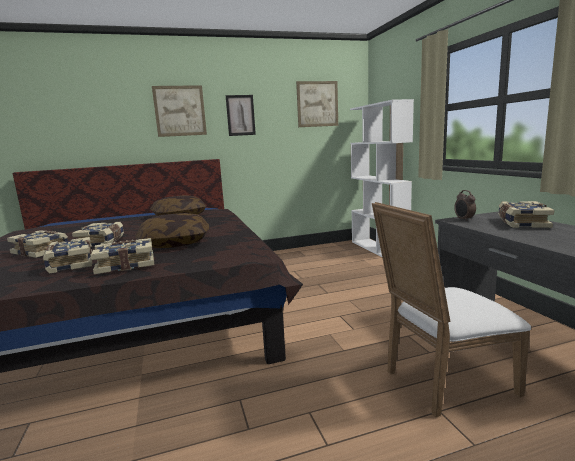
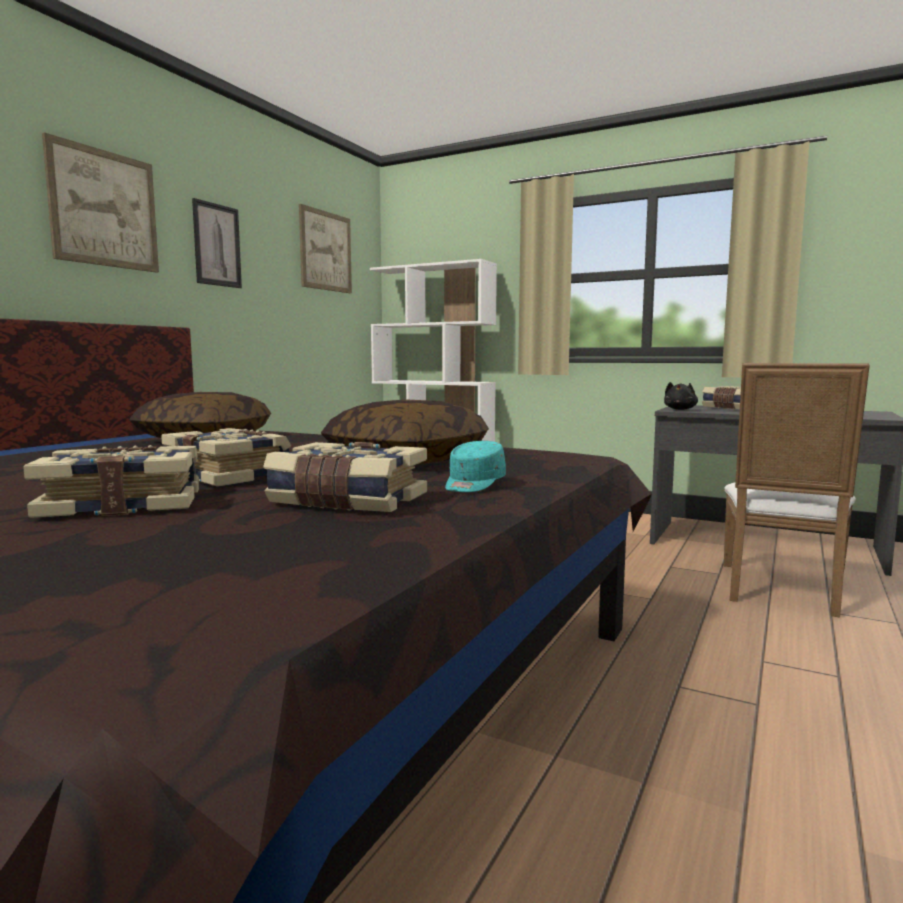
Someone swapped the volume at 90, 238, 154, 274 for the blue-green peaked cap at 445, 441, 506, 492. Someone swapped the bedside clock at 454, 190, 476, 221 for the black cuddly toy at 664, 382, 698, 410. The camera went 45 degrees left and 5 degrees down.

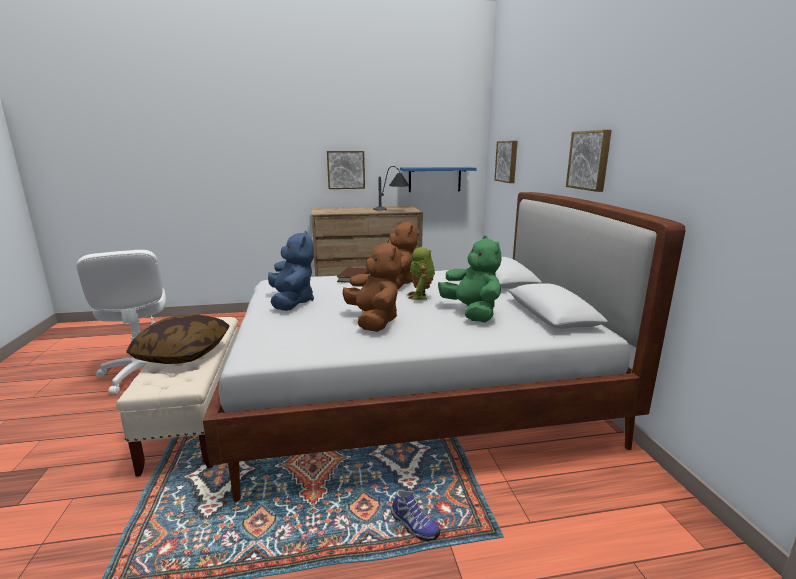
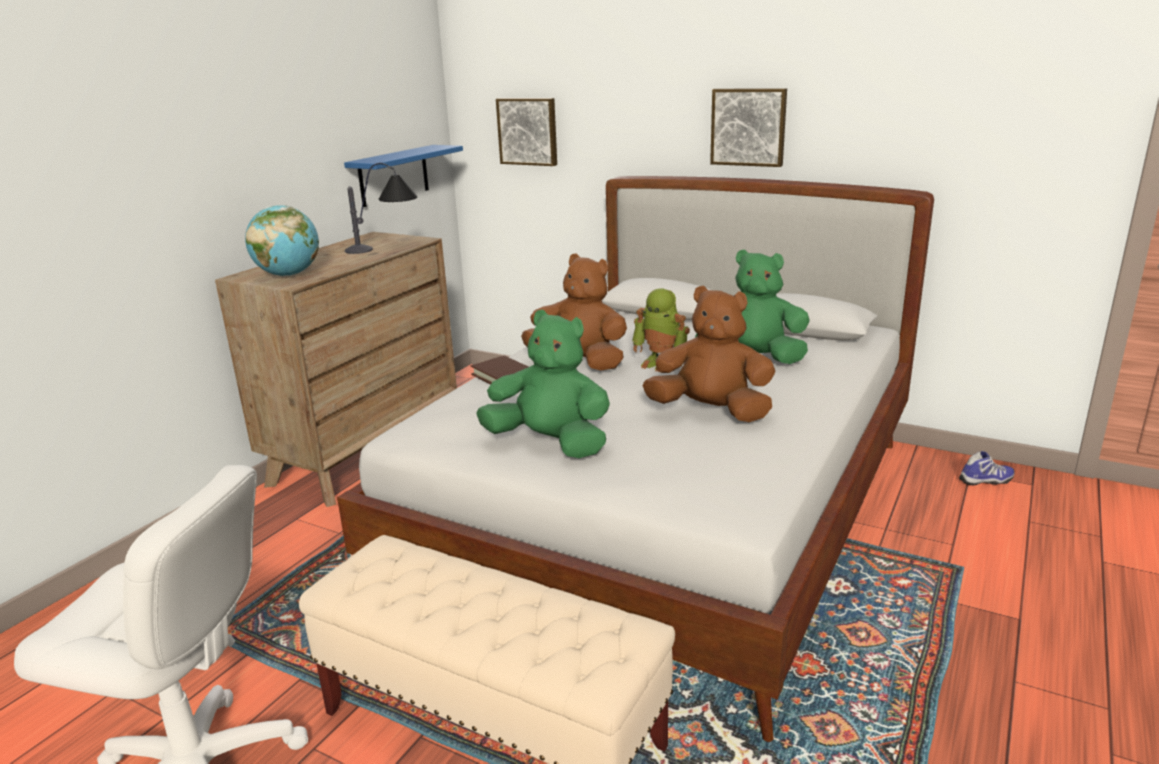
Someone put down the world globe at 245, 205, 319, 276. Someone repainted the bluish cuddly toy at 268, 230, 314, 311, which became the green cuddly toy at 476, 310, 610, 458. Someone carried the shoe from 391, 490, 440, 541 to 959, 451, 1015, 485. Someone took away the pillow at 126, 314, 229, 364. Someone took away the wall picture at 327, 151, 365, 189. The camera went 50 degrees left and 5 degrees up.

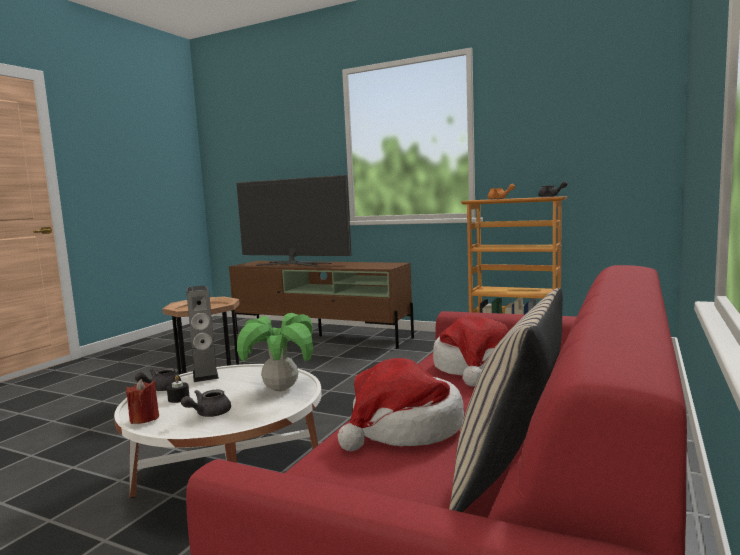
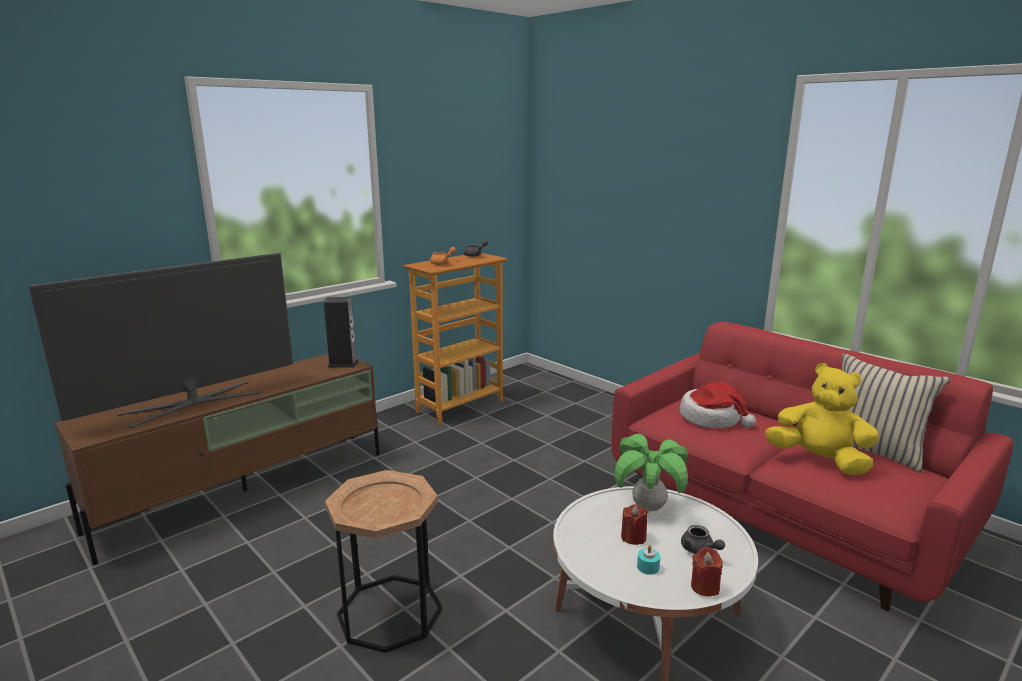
Someone carried the speaker from 186, 286, 219, 382 to 323, 297, 359, 368. Someone put down the red wax light at 621, 504, 648, 545. Someone repainted the black wax light at 167, 375, 190, 403, which became the blue-green wax light at 637, 545, 660, 575. Someone swapped the clothing hat at 338, 358, 464, 451 for the yellow cuddly toy at 765, 363, 879, 475. Someone took away the gray tea pot at 135, 368, 181, 391. The camera went 70 degrees left and 10 degrees up.

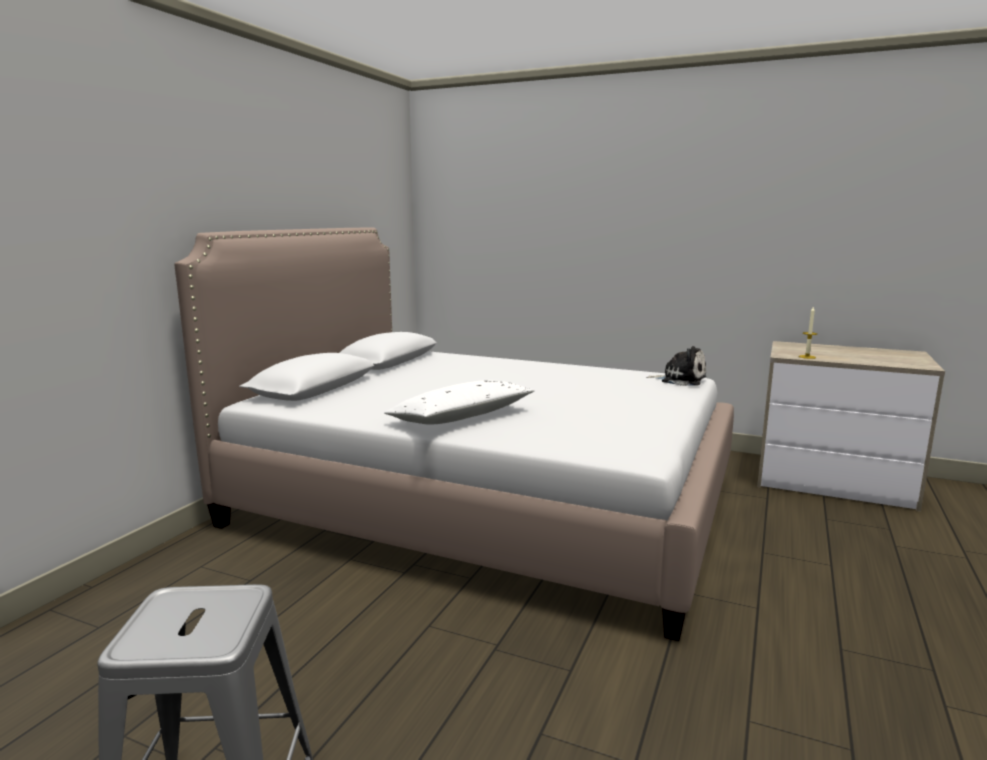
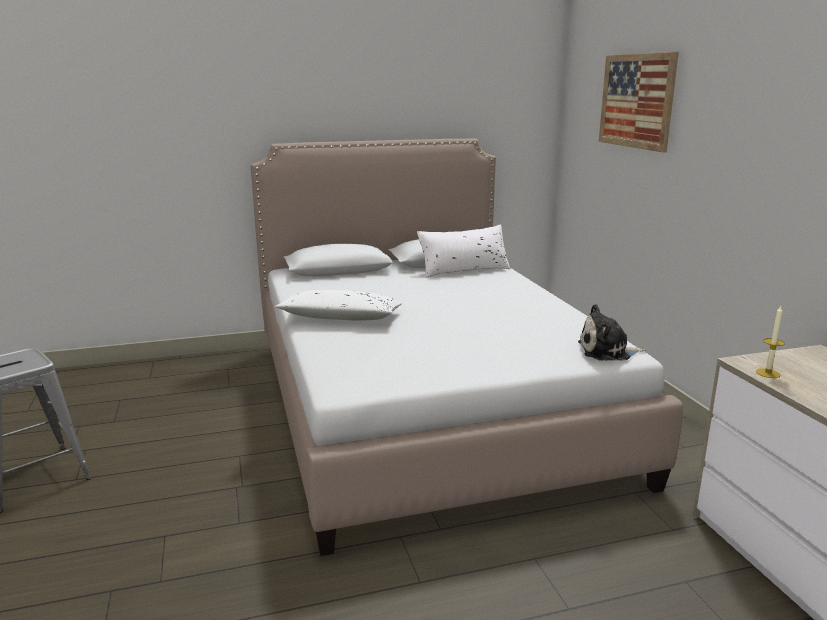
Someone put down the whitish pillow at 417, 225, 511, 278. Someone rotated the cuddly toy at 647, 346, 706, 386 by 105 degrees clockwise. Someone put up the wall picture at 599, 52, 679, 153. The camera went 50 degrees right and 5 degrees up.

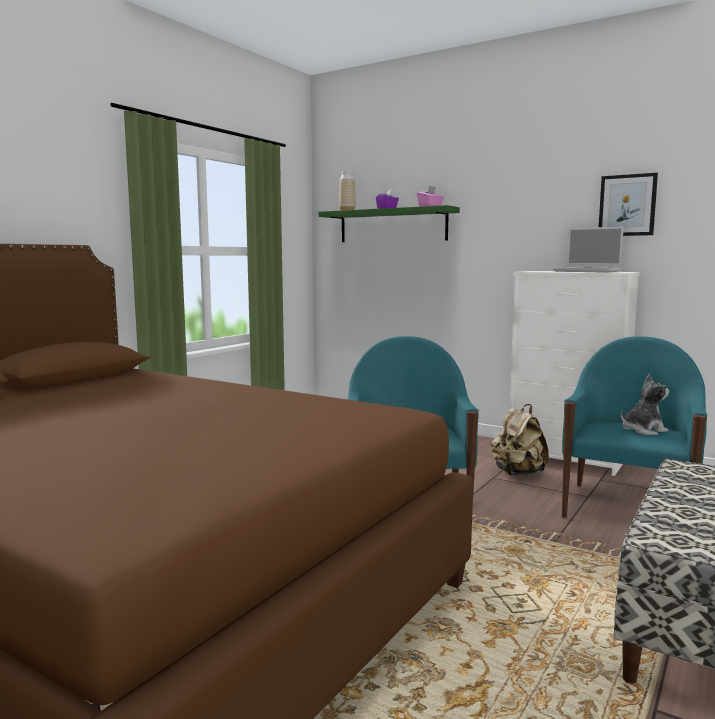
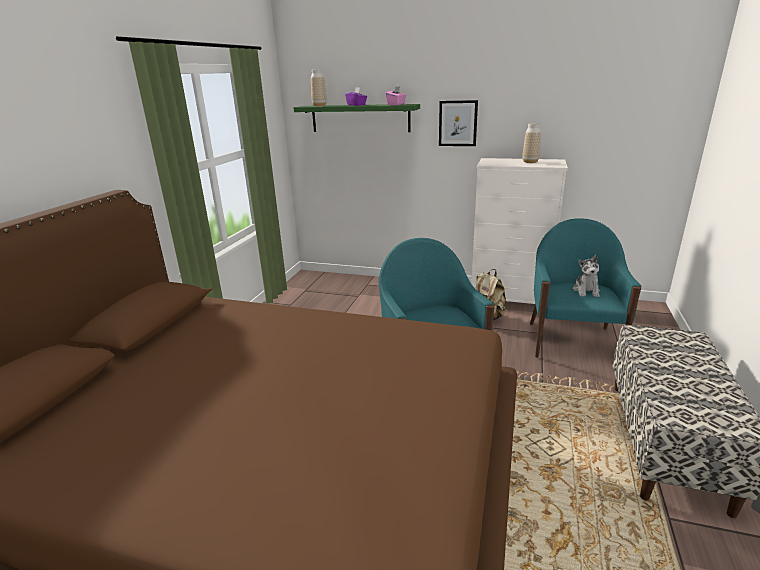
Someone carried the wall picture from 599, 173, 658, 236 to 439, 100, 478, 146. Someone swapped the laptop at 553, 227, 624, 272 for the vase at 522, 123, 541, 163. Someone rotated the cuddly toy at 621, 374, 669, 435 by 135 degrees clockwise. The camera went 15 degrees left and 15 degrees up.

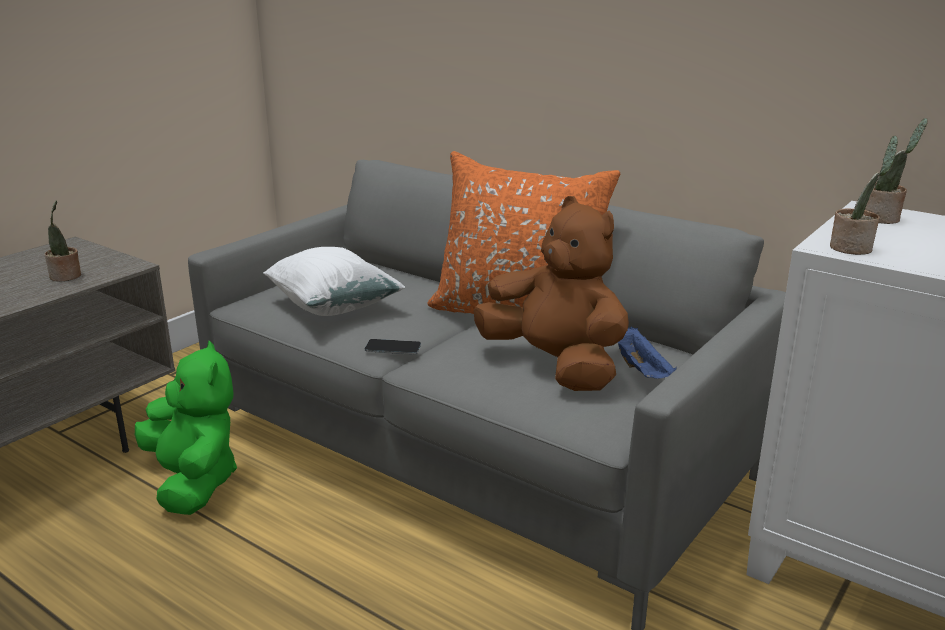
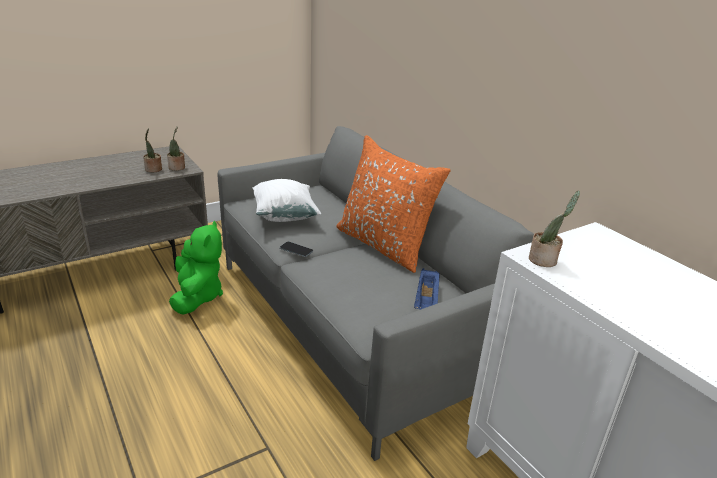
Someone carried the houseplant from 865, 118, 928, 224 to 167, 127, 185, 171. Someone took away the brown-coloured cuddly toy at 474, 196, 629, 391. The camera went 20 degrees right and 5 degrees up.

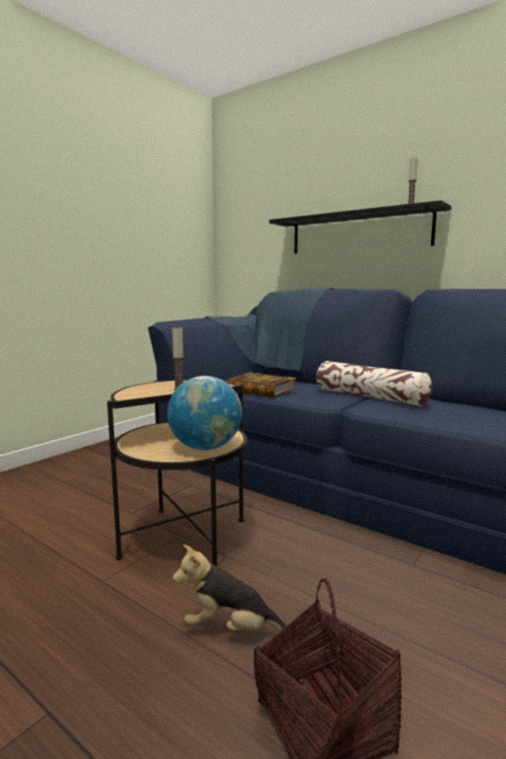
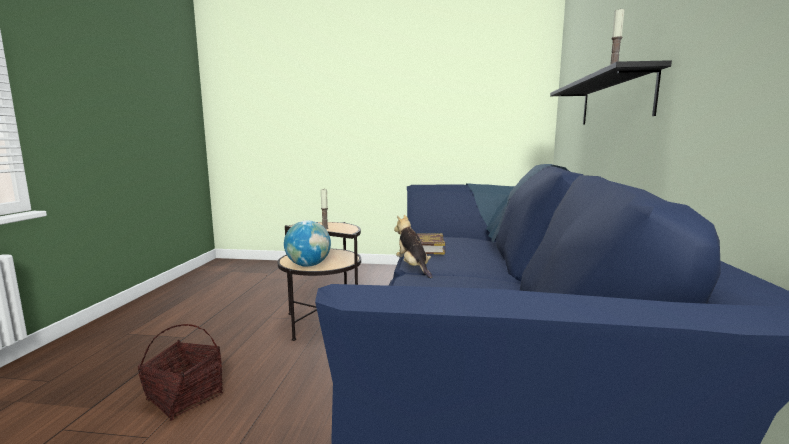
Someone carried the cuddly toy from 173, 544, 288, 631 to 394, 215, 432, 278. Someone took away the pillow at 316, 361, 433, 406. The camera went 60 degrees right and 0 degrees up.

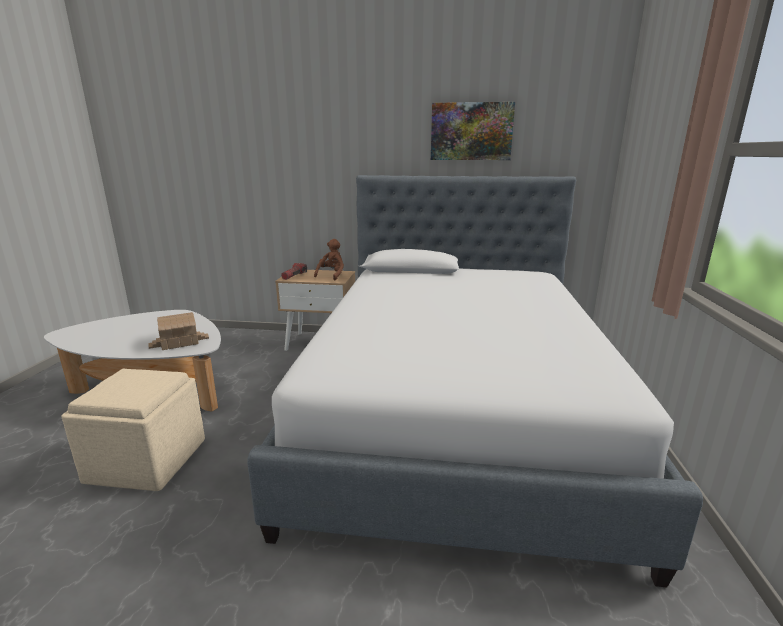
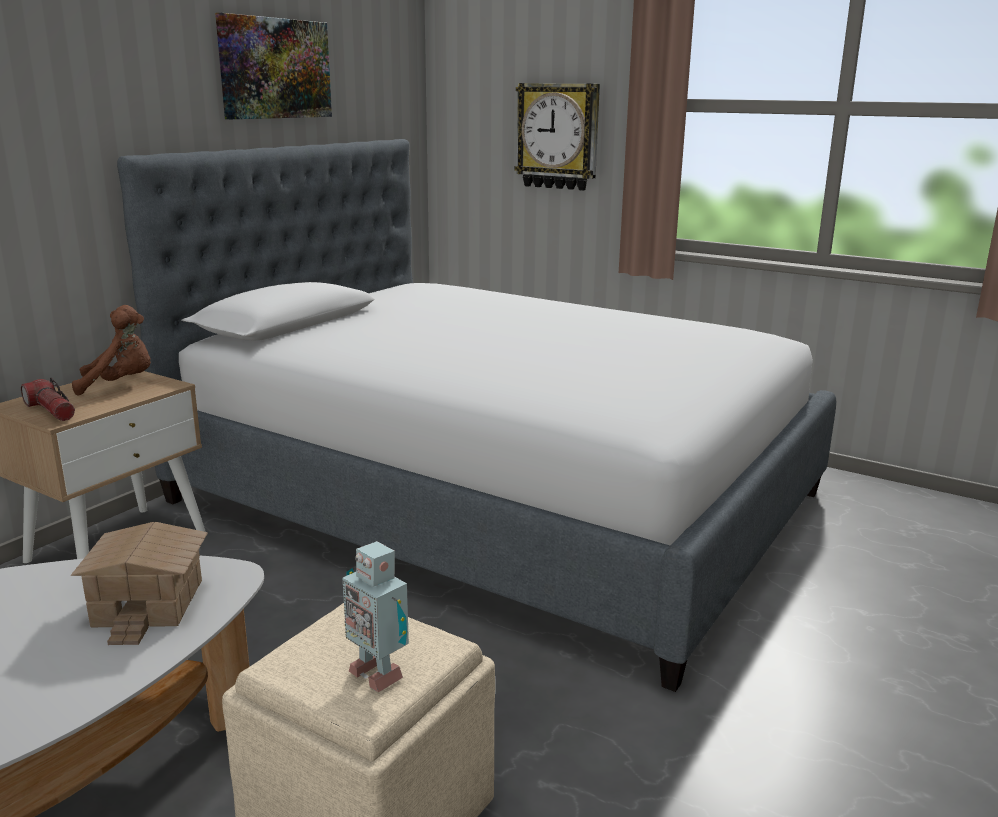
Someone rotated the brown-coloured cuddly toy at 314, 239, 344, 280 by 120 degrees clockwise. Someone put down the model robot at 343, 541, 409, 692. Someone put up the hanging clock at 514, 83, 600, 191. The camera went 65 degrees left and 0 degrees up.

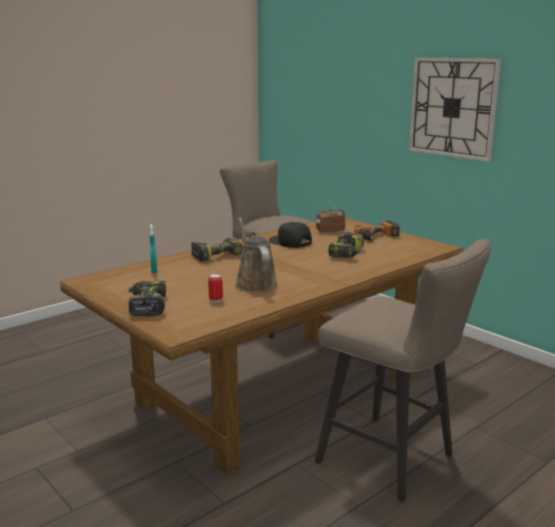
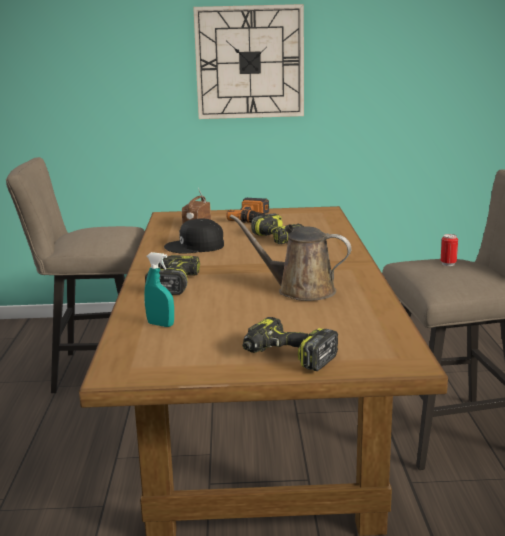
Someone carried the metal can from 208, 274, 223, 302 to 440, 234, 458, 266. The camera went 50 degrees left and 0 degrees up.

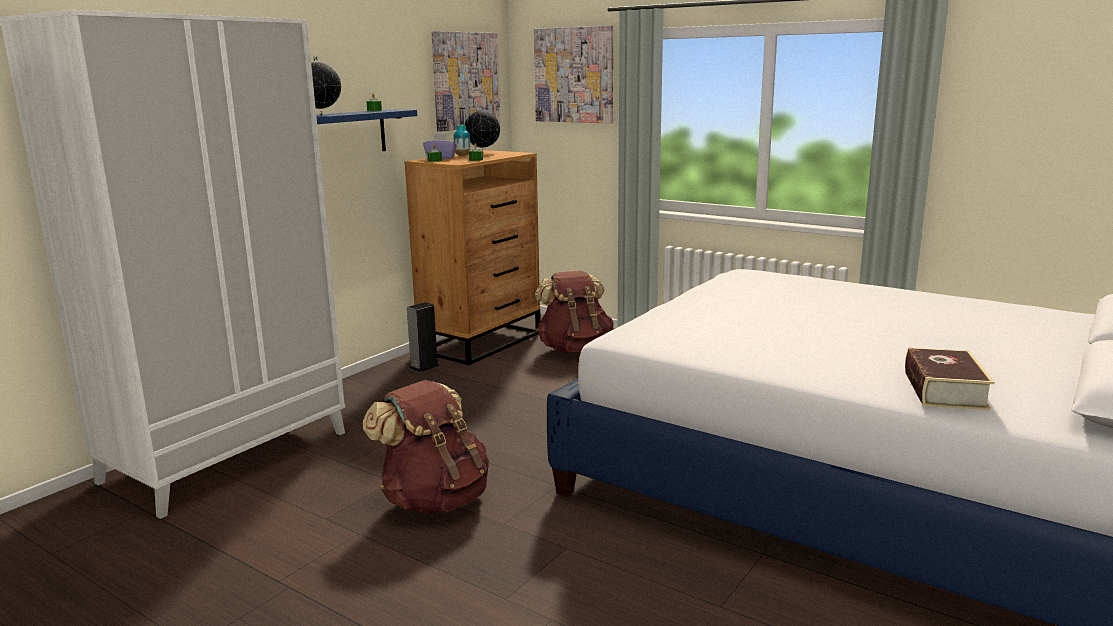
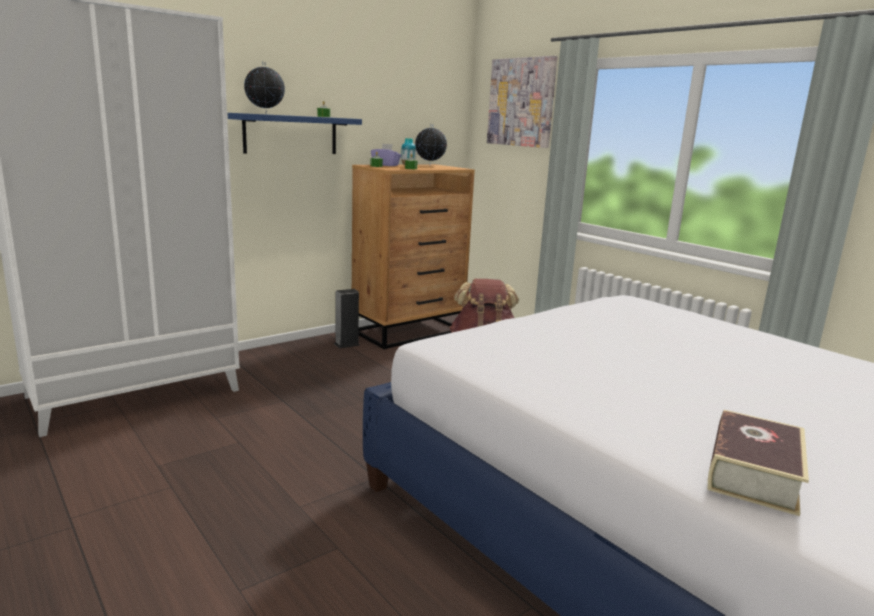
Someone took away the brown-coloured rucksack at 363, 380, 489, 514. Someone took away the wall picture at 431, 31, 501, 131. The camera went 15 degrees right and 0 degrees up.

